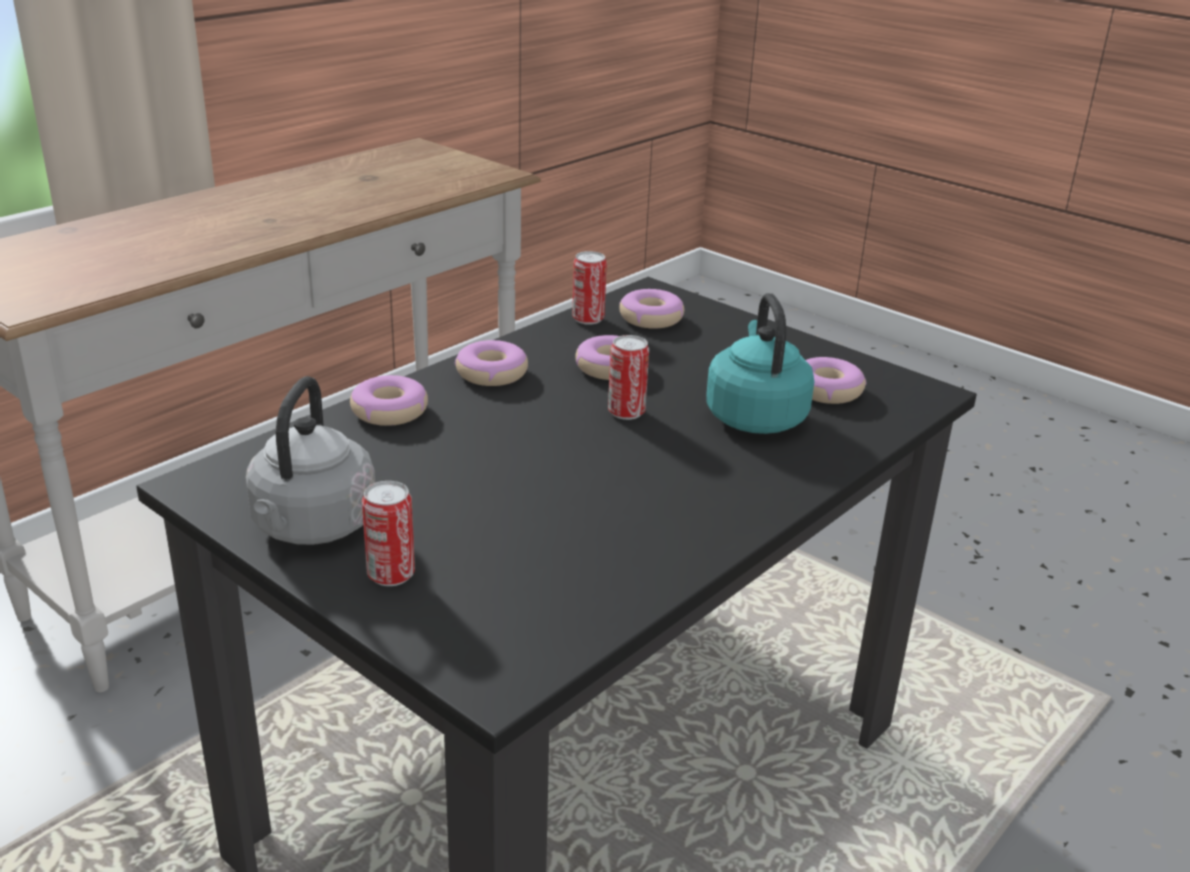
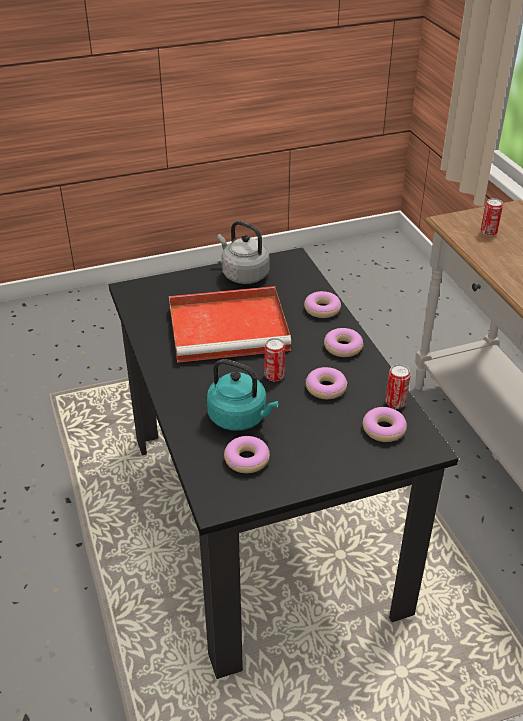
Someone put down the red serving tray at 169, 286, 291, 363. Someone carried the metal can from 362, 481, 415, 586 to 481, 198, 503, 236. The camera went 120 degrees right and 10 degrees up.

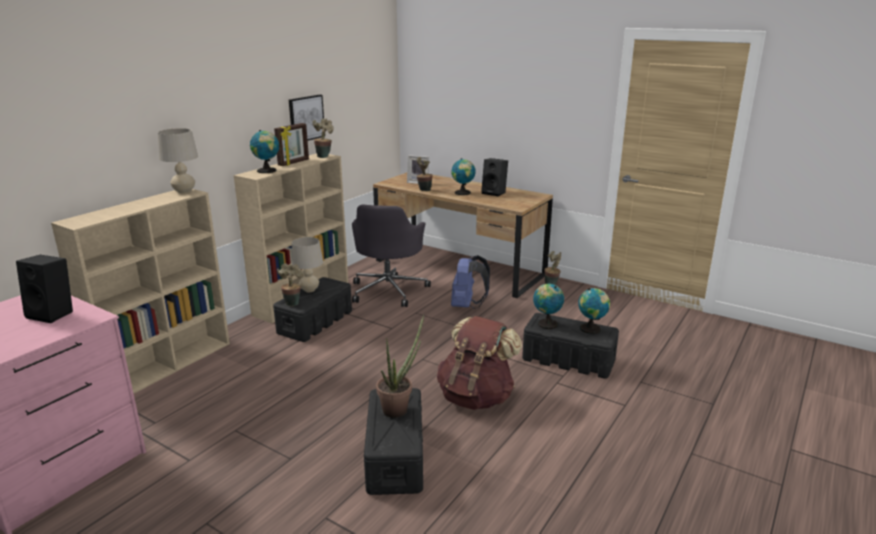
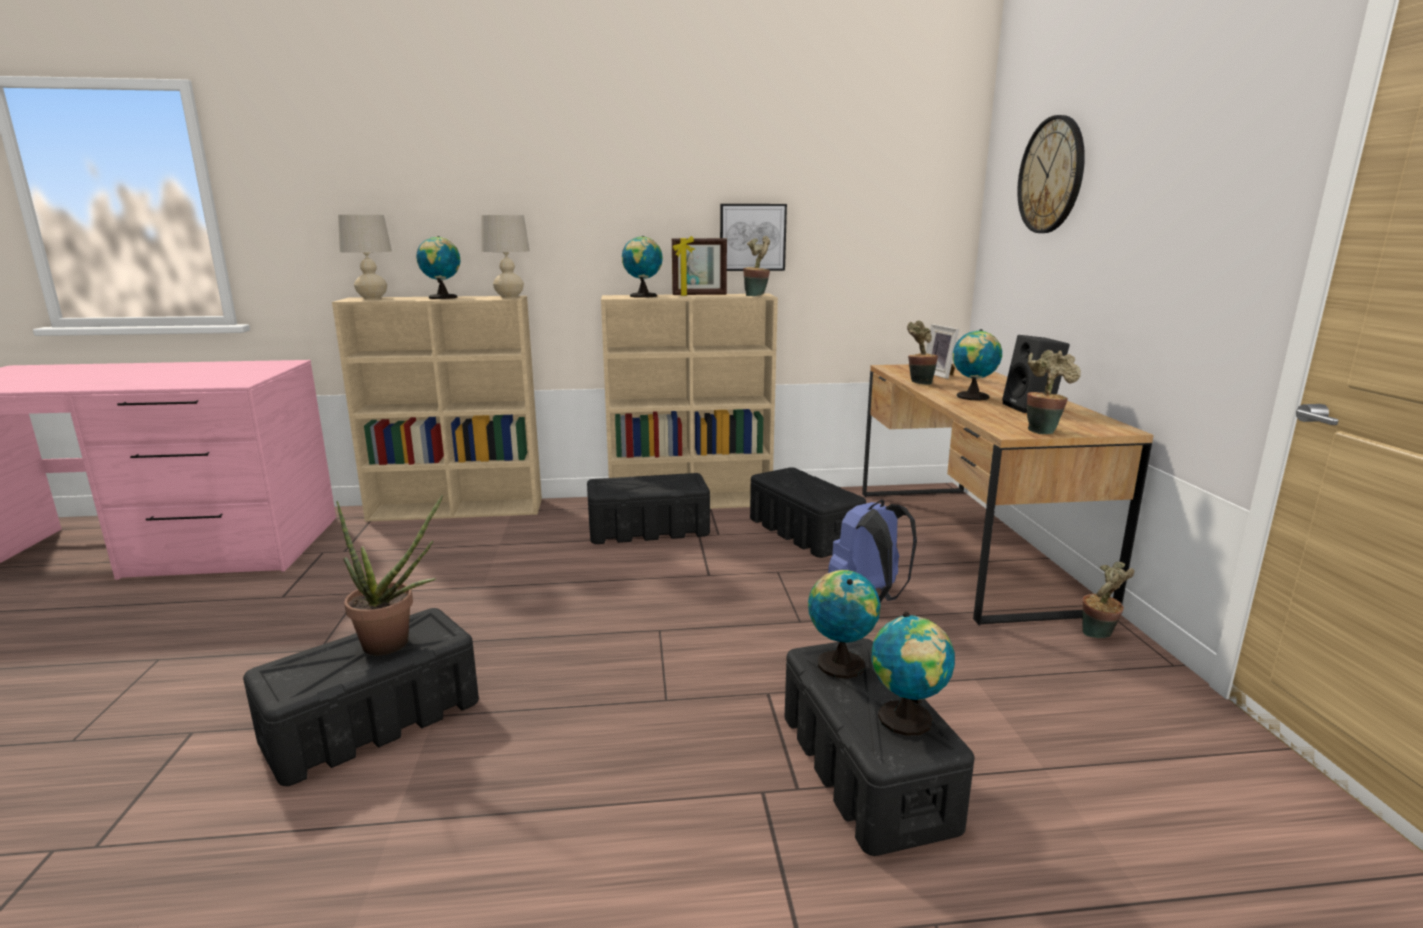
Someone carried the beige-coloured tabletop lamp from 292, 237, 323, 292 to 338, 215, 392, 299. Someone put down the world globe at 416, 236, 461, 299. Someone swapped the gray office chair at 352, 204, 431, 307 for the black storage container at 750, 467, 866, 558. Someone put up the hanging clock at 1017, 115, 1085, 233. Someone carried the houseplant from 277, 263, 304, 306 to 1027, 350, 1081, 434. Someone took away the black speaker at 16, 255, 73, 323. Someone took away the brown-coloured rucksack at 437, 316, 522, 410. The camera went 50 degrees right and 5 degrees down.

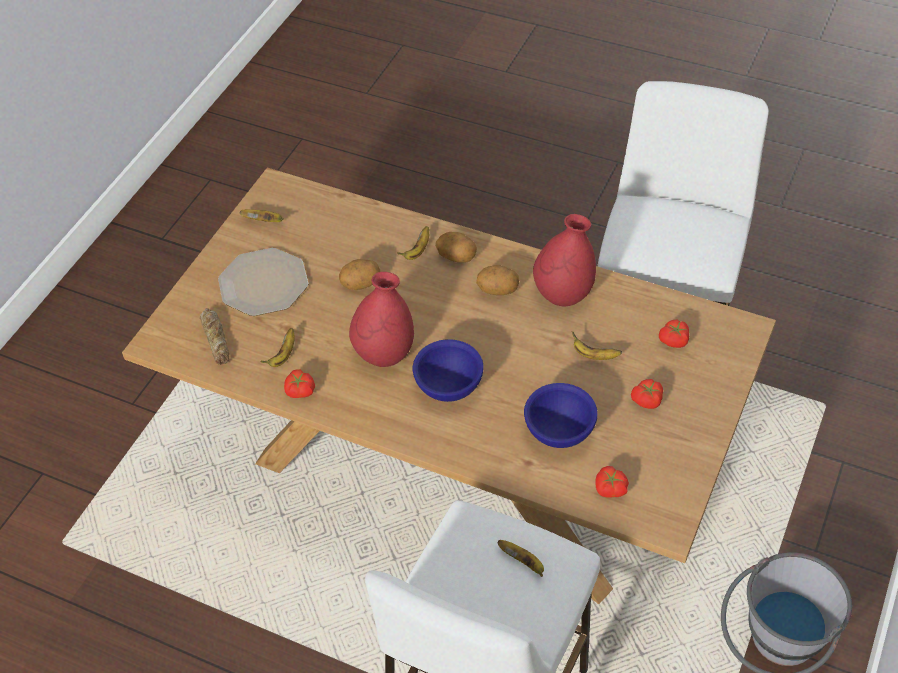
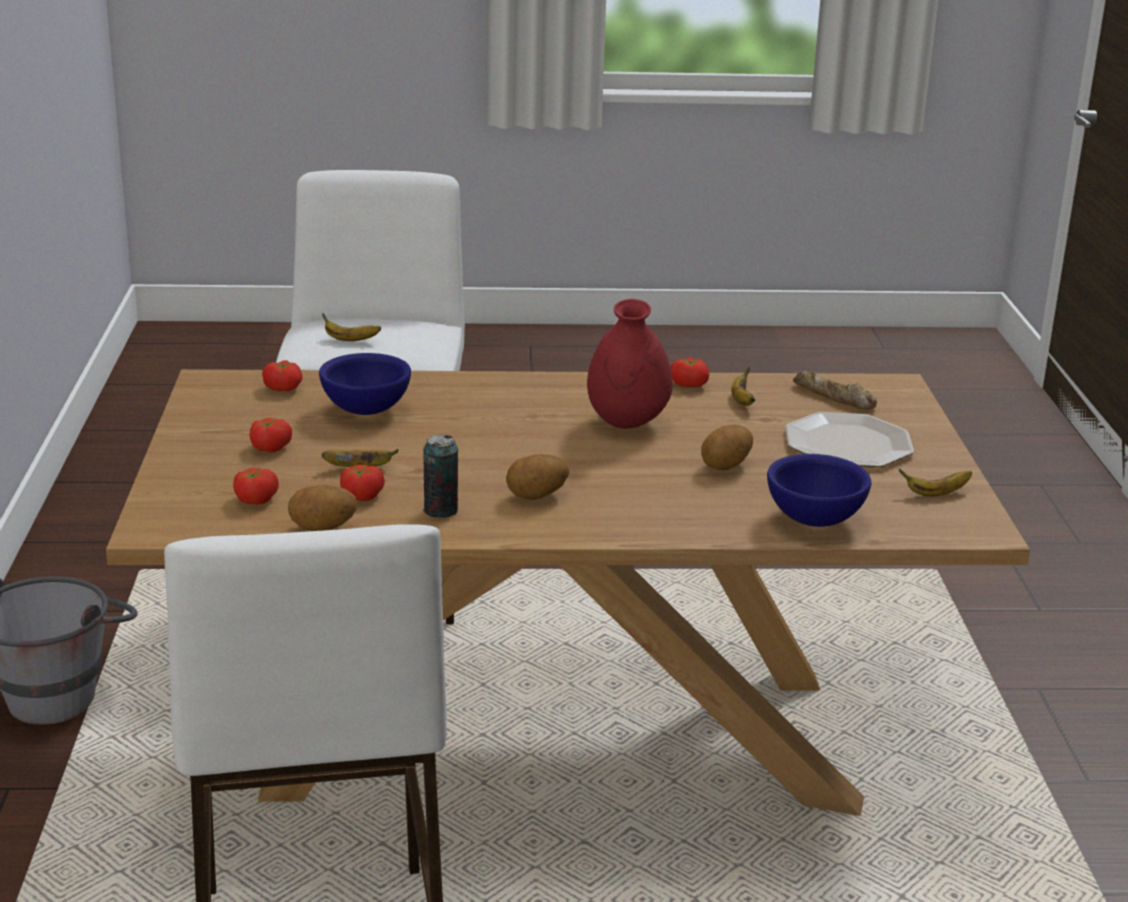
Someone carried the whole potato from 435, 232, 477, 263 to 288, 485, 357, 531. Someone put down the tomato at 340, 465, 385, 501. Someone swapped the red vase at 533, 214, 596, 307 for the metal can at 423, 435, 458, 518. Someone carried the bluish serving bowl from 413, 339, 484, 402 to 767, 454, 871, 527. Someone took away the whole banana at 397, 226, 429, 260. The camera went 150 degrees right and 25 degrees down.

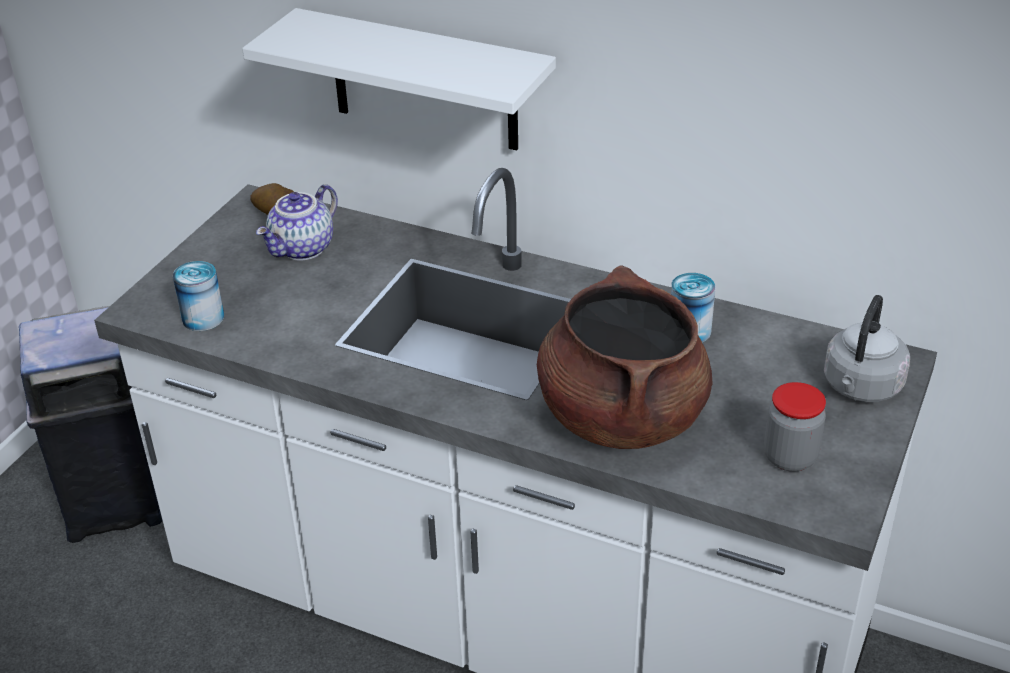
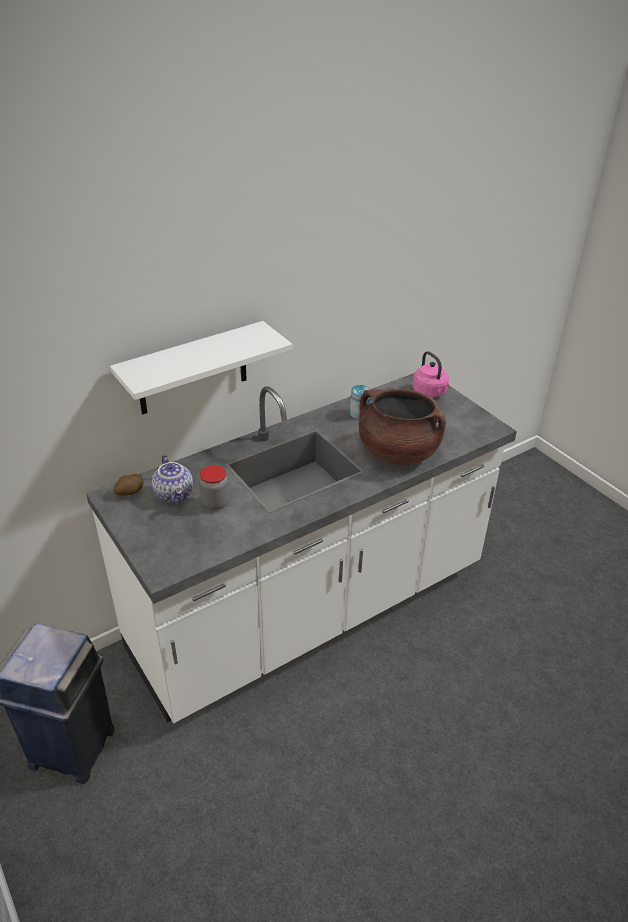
Someone carried the preserve jar from 764, 382, 826, 472 to 199, 465, 229, 510. Someone repainted the gray water kettle at 824, 295, 910, 402, which became the pink water kettle at 412, 351, 449, 398. Someone took away the metal can at 173, 261, 224, 331. The camera went 60 degrees left and 0 degrees up.

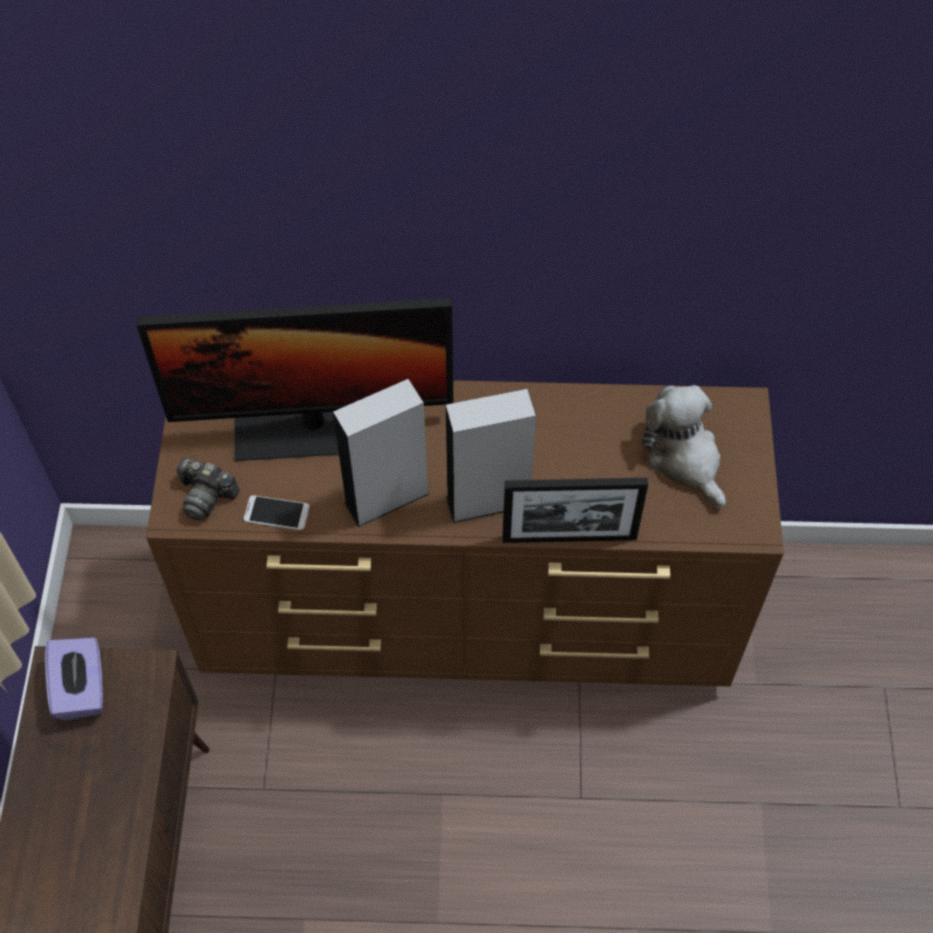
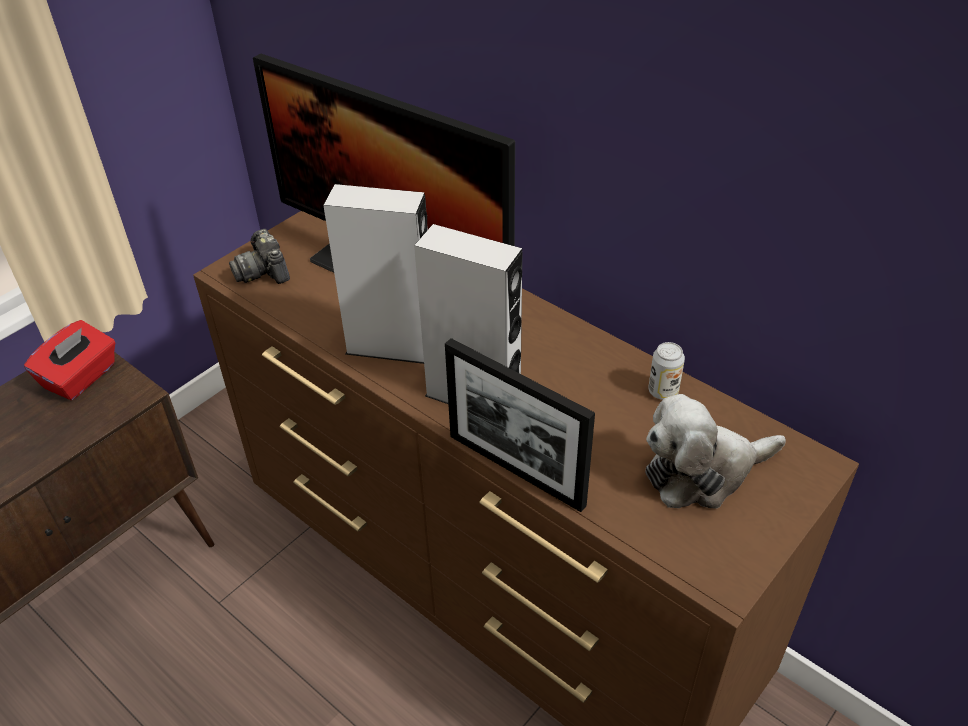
Someone repainted the purple box of tissues at 45, 638, 103, 721, which became the red box of tissues at 24, 320, 116, 400. Someone rotated the cuddly toy at 642, 385, 726, 508 by 120 degrees counterclockwise. Someone put down the metal can at 648, 342, 685, 400. Someone took away the handset at 244, 495, 310, 530. The camera went 40 degrees right and 15 degrees down.

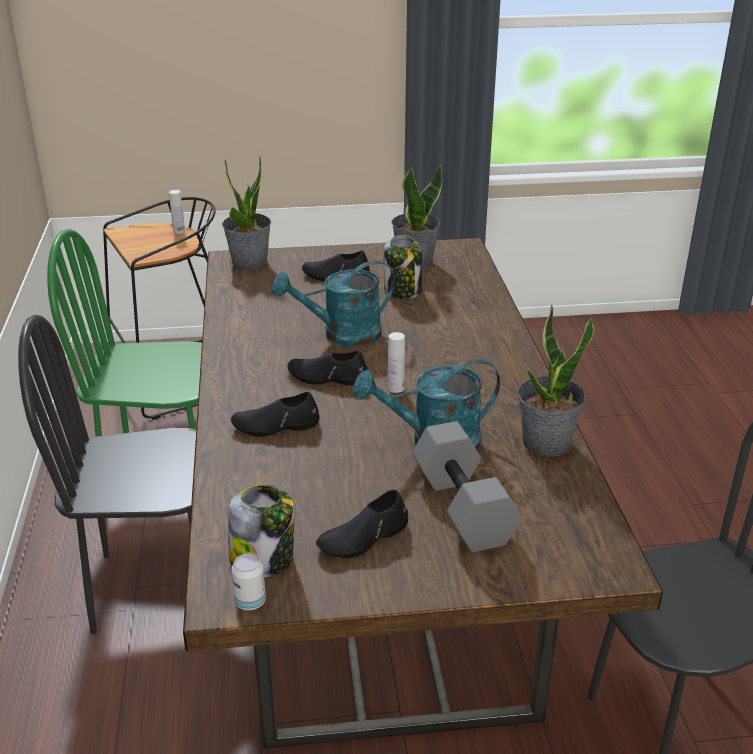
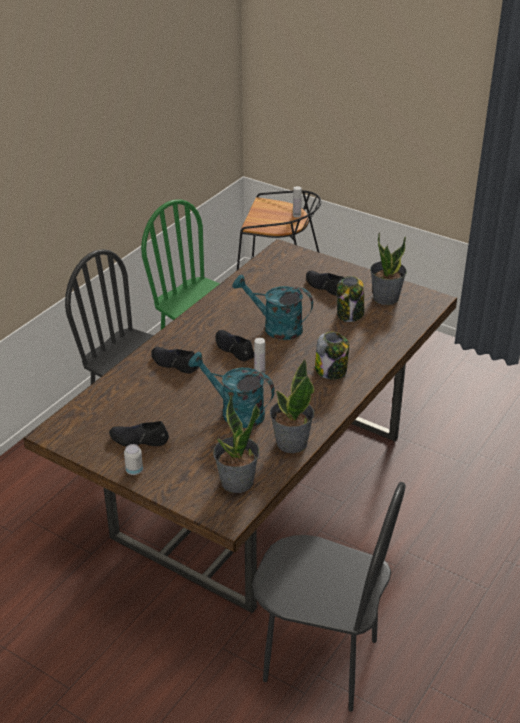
Someone carried the metal can from 231, 553, 266, 610 to 124, 444, 143, 475. Someone carried the houseplant from 222, 156, 271, 270 to 213, 393, 260, 493. Someone carried the preserve jar from 228, 484, 294, 577 to 315, 332, 349, 380. Someone took away the gray dumbbell at 412, 421, 522, 553. The camera went 40 degrees right and 5 degrees up.

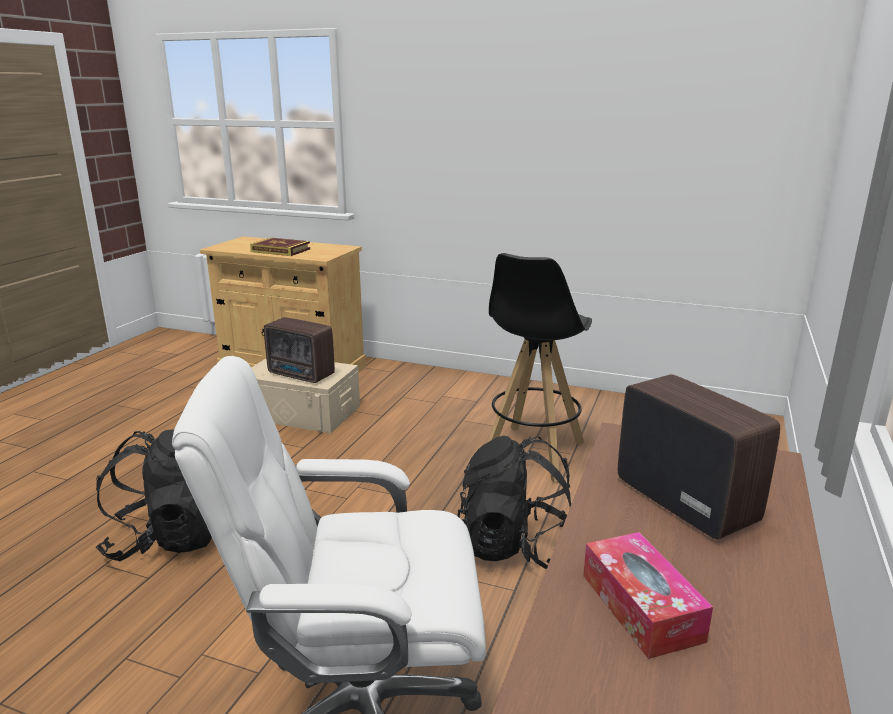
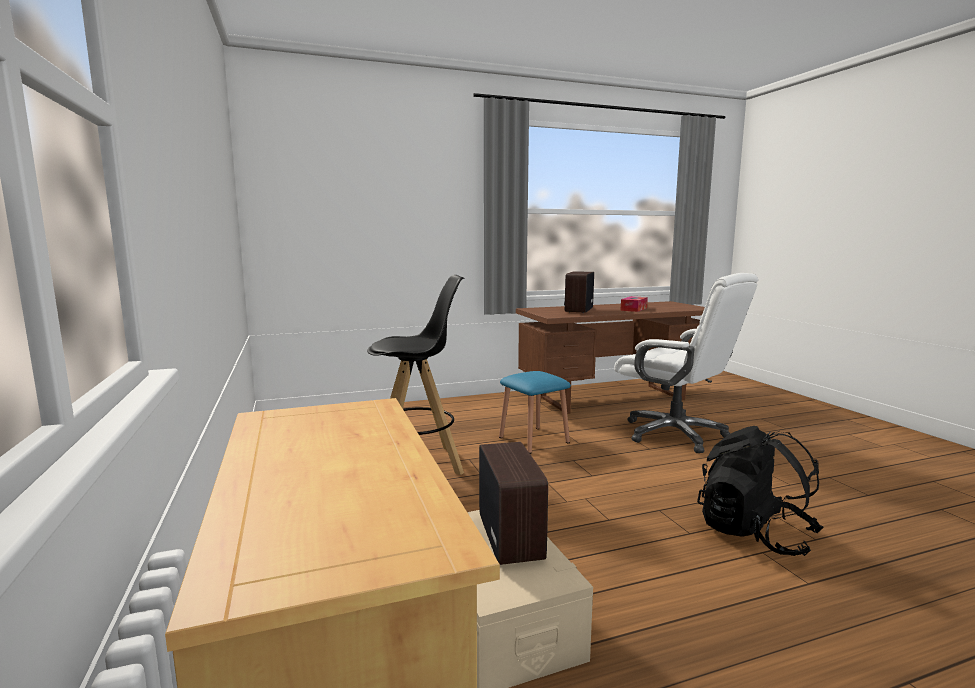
Someone swapped the black rucksack at 457, 436, 571, 569 for the bluish stool at 499, 371, 571, 454. Someone took away the volume at 250, 238, 310, 256. The camera went 130 degrees left and 10 degrees down.

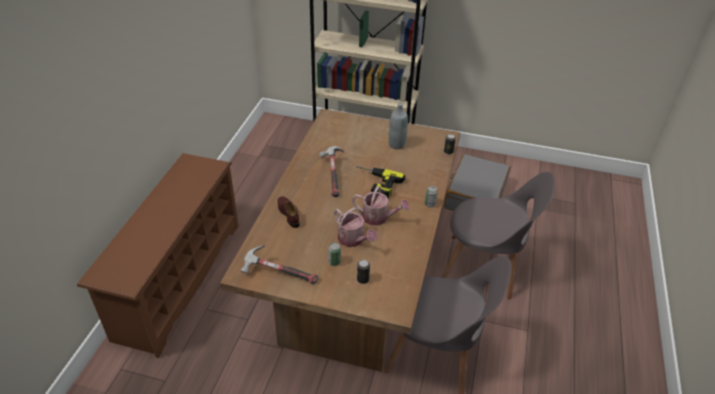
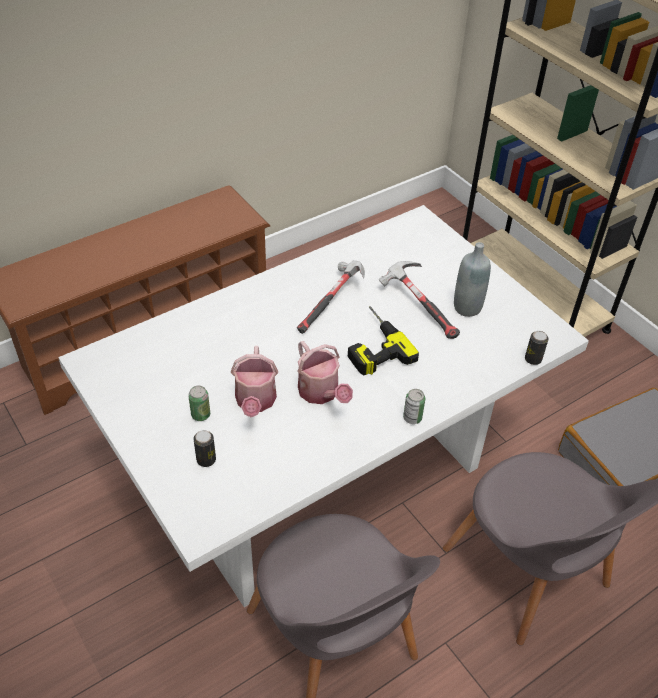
Someone repainted the brown-coloured kitchen table at 220, 108, 460, 372, which became the whitish kitchen table at 58, 205, 589, 607. Someone carried the hammer from 241, 245, 318, 284 to 378, 261, 460, 339. Someone took away the brown-coloured shoe at 278, 196, 299, 228. The camera went 40 degrees right and 5 degrees up.

